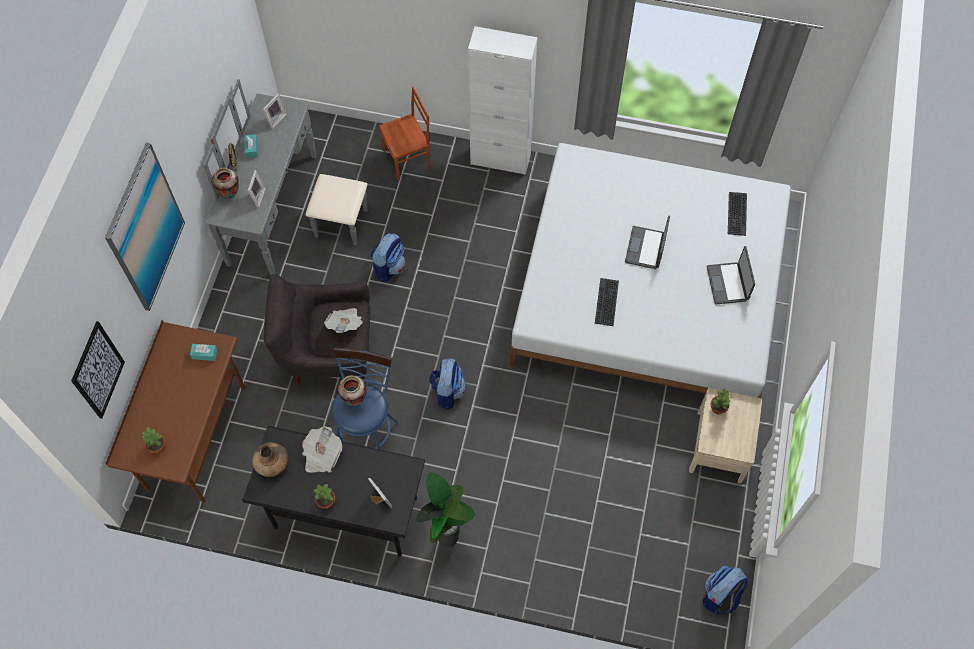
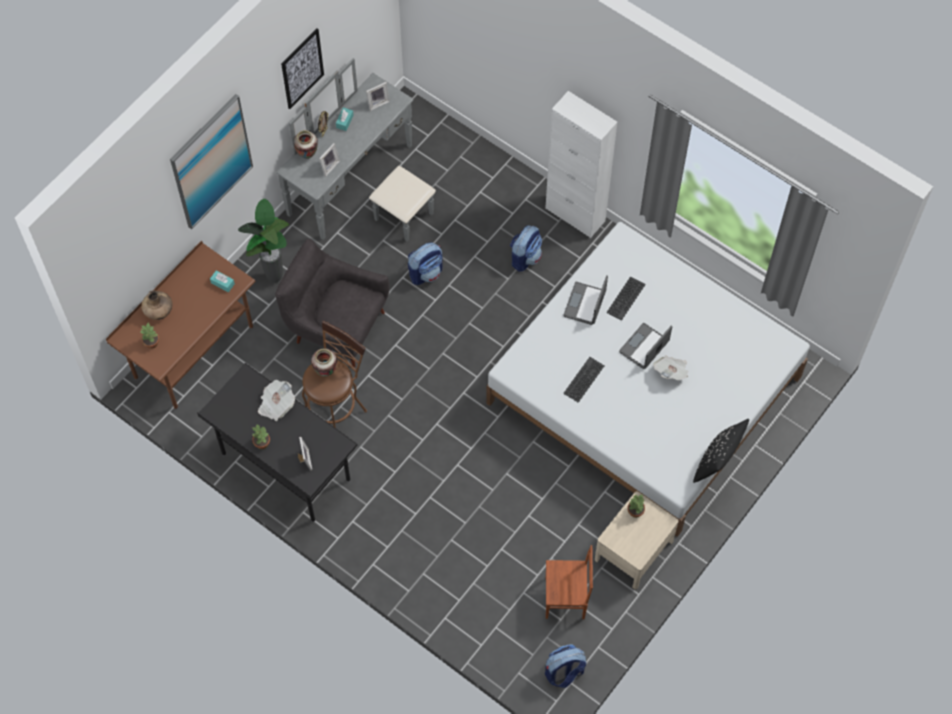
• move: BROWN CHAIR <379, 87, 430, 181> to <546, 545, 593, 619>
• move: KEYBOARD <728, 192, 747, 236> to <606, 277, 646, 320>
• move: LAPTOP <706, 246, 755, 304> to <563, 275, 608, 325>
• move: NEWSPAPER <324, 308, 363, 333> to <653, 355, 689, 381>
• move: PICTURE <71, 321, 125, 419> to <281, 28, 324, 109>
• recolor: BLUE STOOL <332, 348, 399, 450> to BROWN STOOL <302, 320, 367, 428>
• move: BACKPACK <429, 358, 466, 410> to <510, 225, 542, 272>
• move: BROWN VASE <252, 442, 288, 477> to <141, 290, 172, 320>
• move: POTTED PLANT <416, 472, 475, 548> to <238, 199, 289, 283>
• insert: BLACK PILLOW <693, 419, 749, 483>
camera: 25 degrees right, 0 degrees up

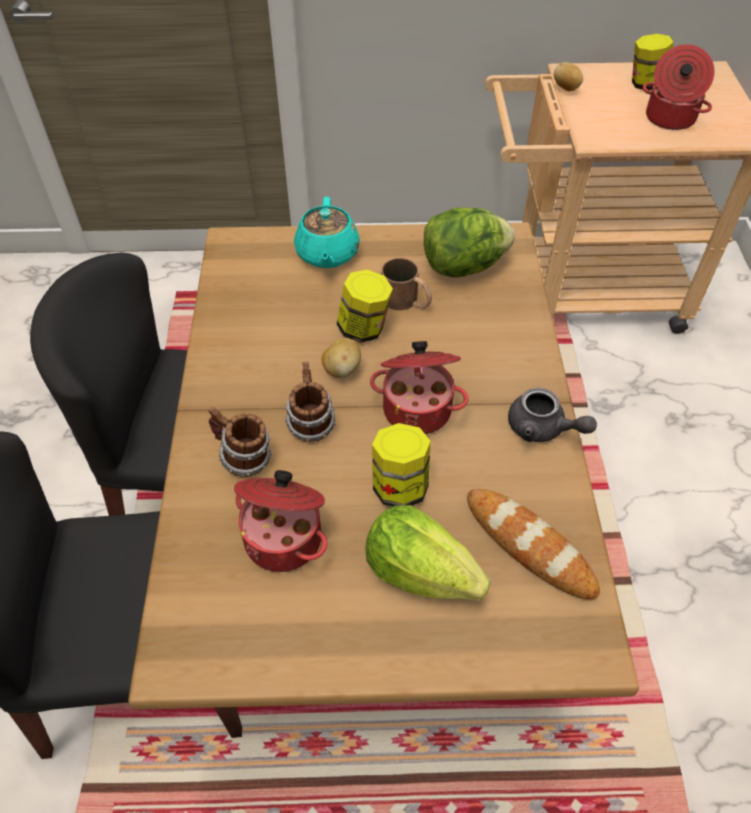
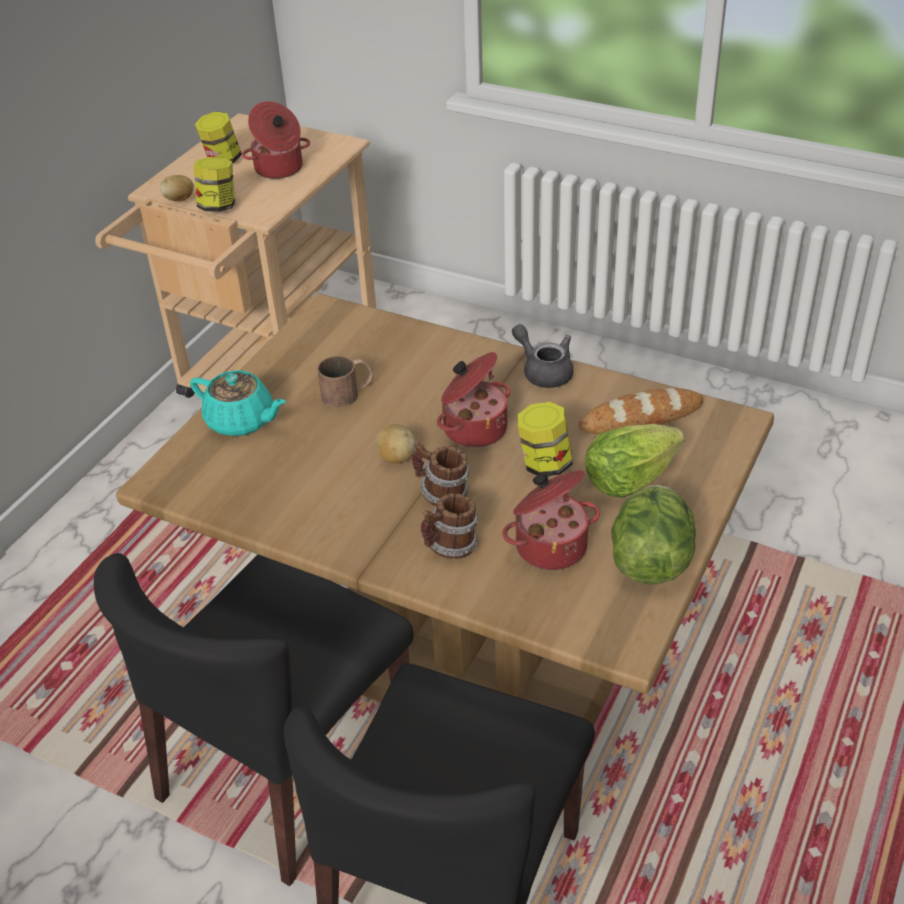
• move: LETTUCE <424, 207, 515, 277> to <611, 485, 696, 584>
• move: JAR <336, 270, 393, 343> to <193, 157, 235, 212>
• rotate: GREY TEAPOT <508, 388, 597, 442> = <512, 324, 574, 388> 105 degrees counterclockwise
camera: 60 degrees left, 10 degrees down

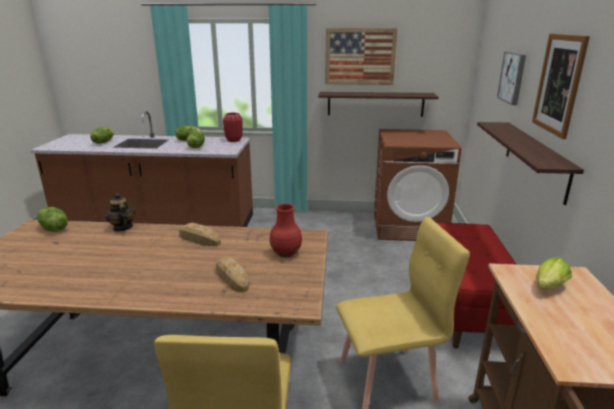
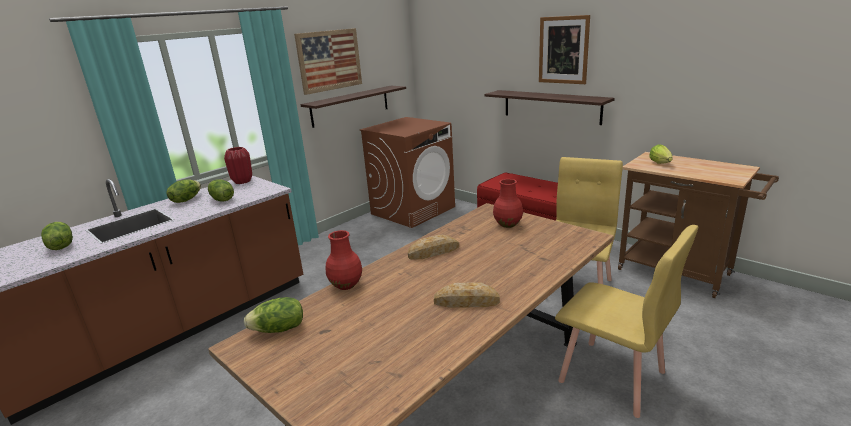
• delete: PICTURE <497, 52, 526, 105>
• replace: TEAPOT <106, 193, 135, 232> to RED VASE <326, 230, 362, 290>
• move: BREAD <216, 257, 249, 293> to <434, 282, 500, 308>
camera: 50 degrees left, 0 degrees up

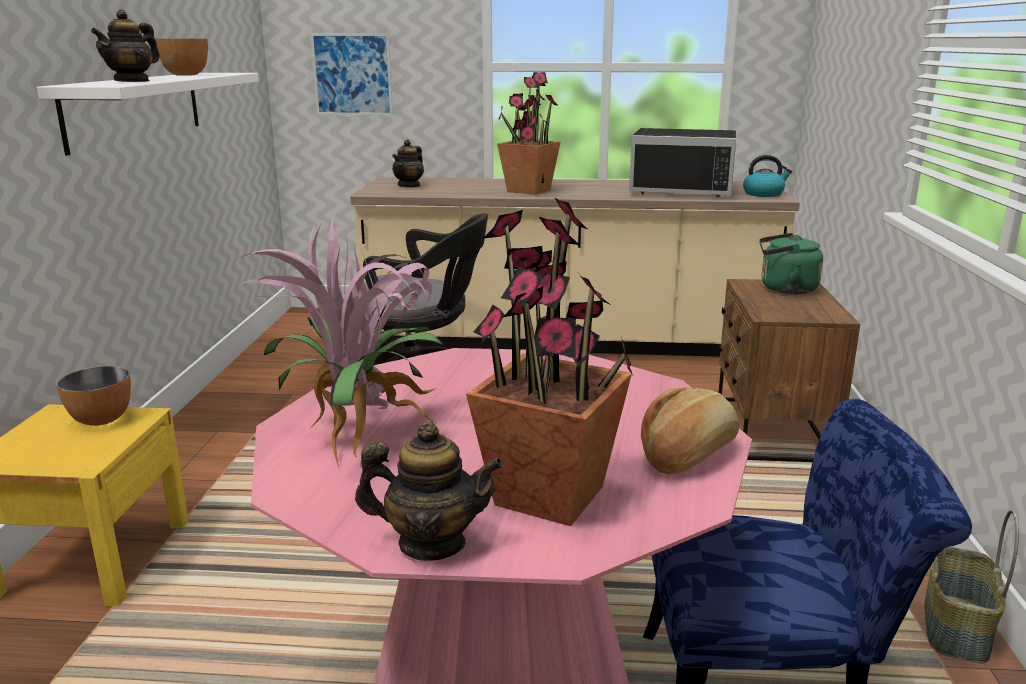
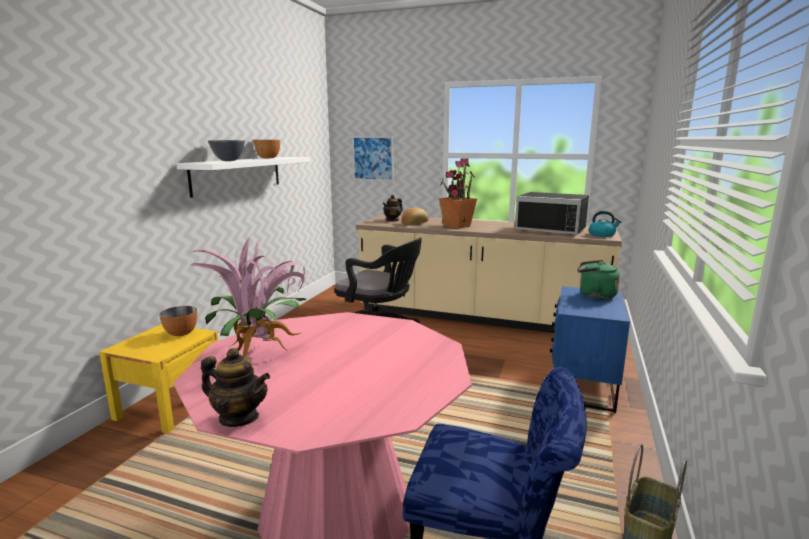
• replace: TEAPOT <91, 9, 160, 82> to GREY BOWL <208, 140, 245, 161>
• delete: POTTED PLANT <466, 197, 633, 526>
• recolor: BROWN NIGHTSTAND <718, 279, 860, 462> to BLUE NIGHTSTAND <550, 286, 630, 413>
• move: BREAD <641, 387, 739, 474> to <402, 208, 429, 225>
camera: 15 degrees right, 5 degrees down

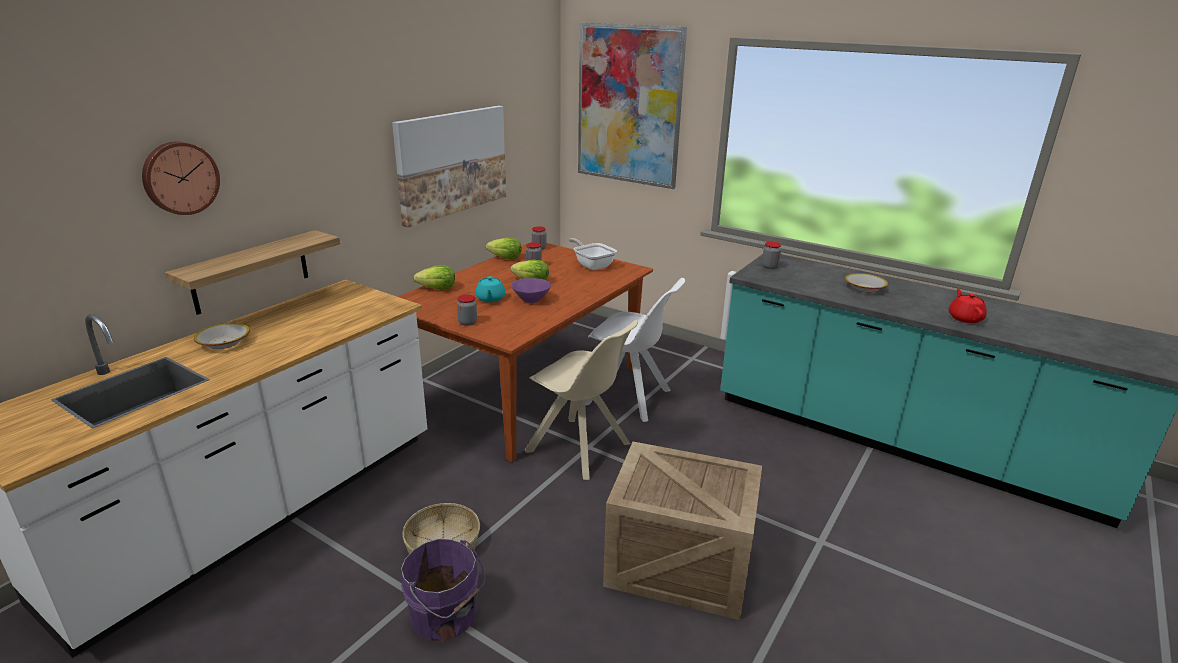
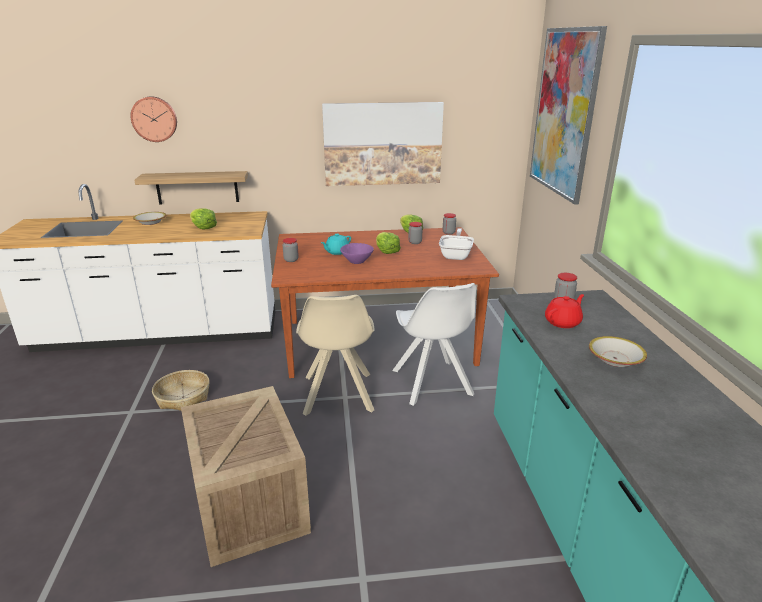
• move: LETTUCE <414, 265, 455, 290> to <190, 208, 217, 230>
• move: RED TEAPOT <949, 289, 987, 323> to <545, 294, 584, 328>
• delete: PURPLE BUCKET <401, 539, 485, 641>
camera: 50 degrees right, 0 degrees up

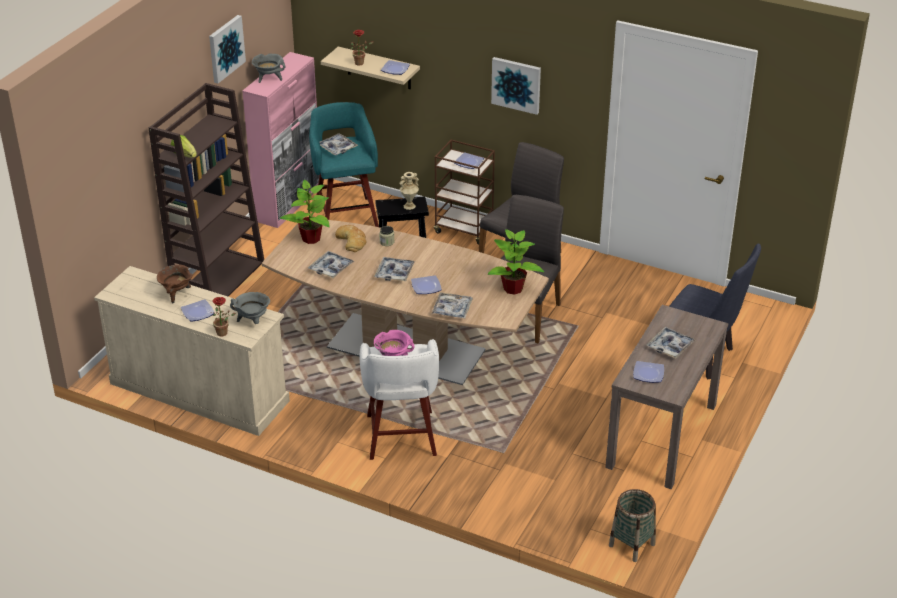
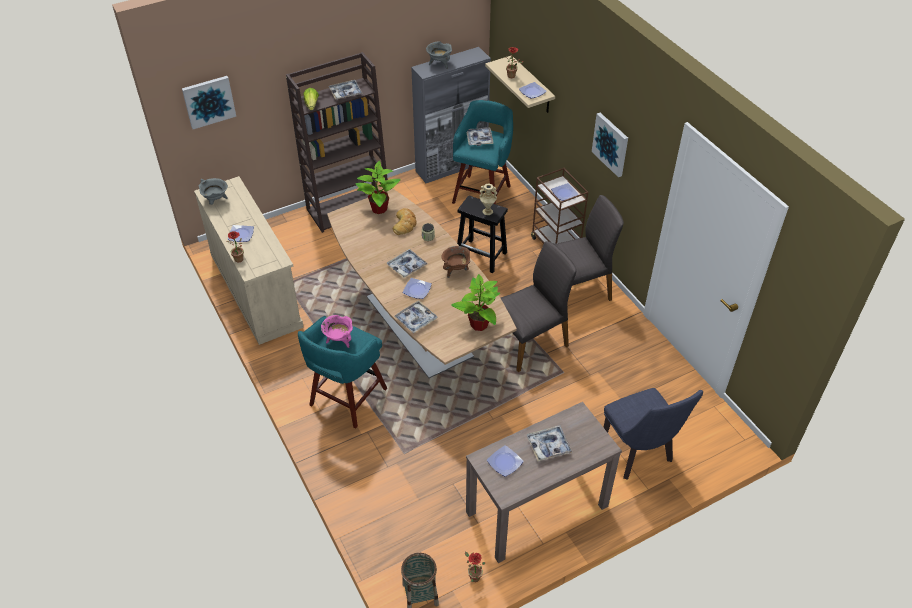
• move: PICTURE <209, 15, 246, 83> to <182, 76, 236, 129>
• recolor: PINK CABINET <242, 52, 320, 228> to GREY CABINET <411, 47, 491, 183>
• move: TRAY <308, 251, 355, 278> to <329, 80, 363, 100>
• move: BROWN COOKING POT <157, 265, 193, 303> to <441, 246, 470, 278>
• move: GREY COOKING POT <230, 292, 270, 324> to <199, 178, 228, 205>
• recolor: WHITE STOOL <360, 339, 439, 460> to TURQUOISE STOOL <298, 316, 387, 428>
• insert: POTTED PLANT <465, 552, 485, 582>
camera: 35 degrees right, 10 degrees up

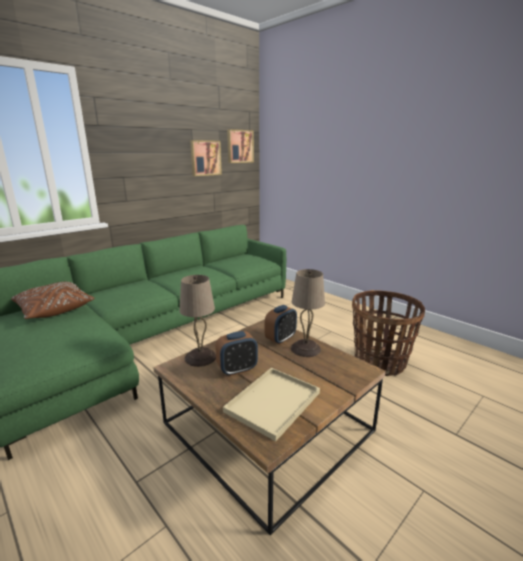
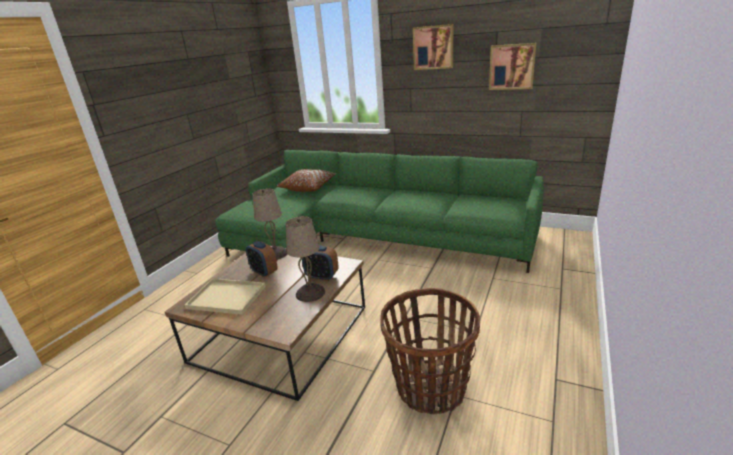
• move: PICTURE <227, 129, 254, 163> to <413, 24, 453, 70>
camera: 70 degrees right, 5 degrees up

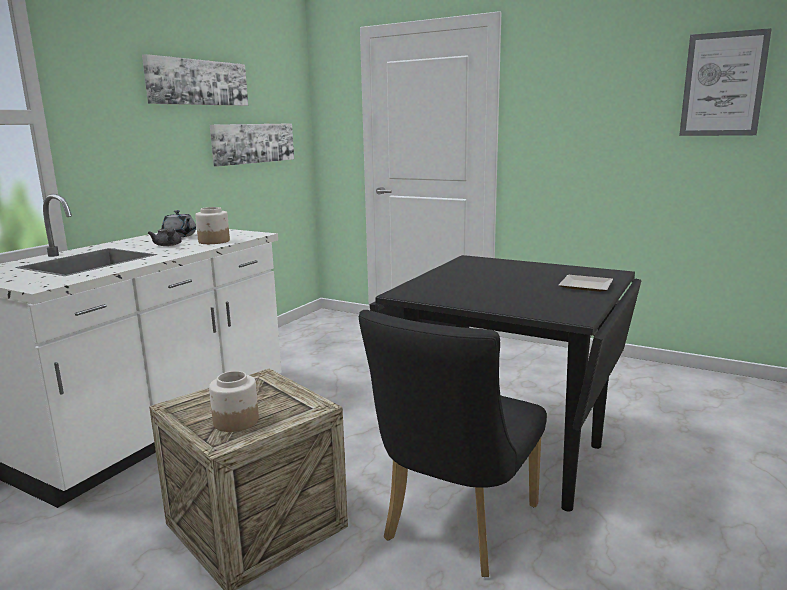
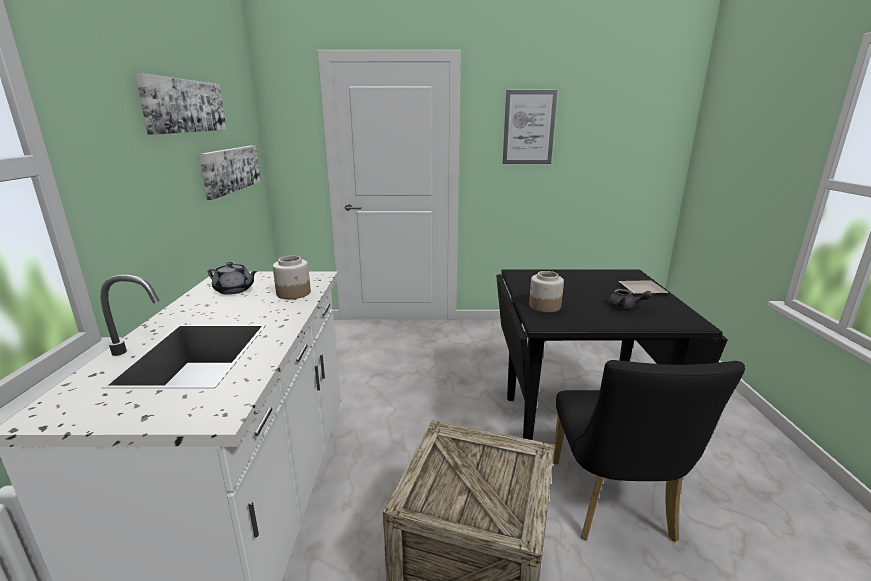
• move: PICTURE <679, 28, 772, 136> to <503, 90, 557, 164>
• move: GREY TEAPOT <148, 228, 182, 246> to <608, 289, 652, 309>
• move: JAR <209, 371, 259, 432> to <529, 271, 564, 312>
camera: 30 degrees left, 5 degrees up

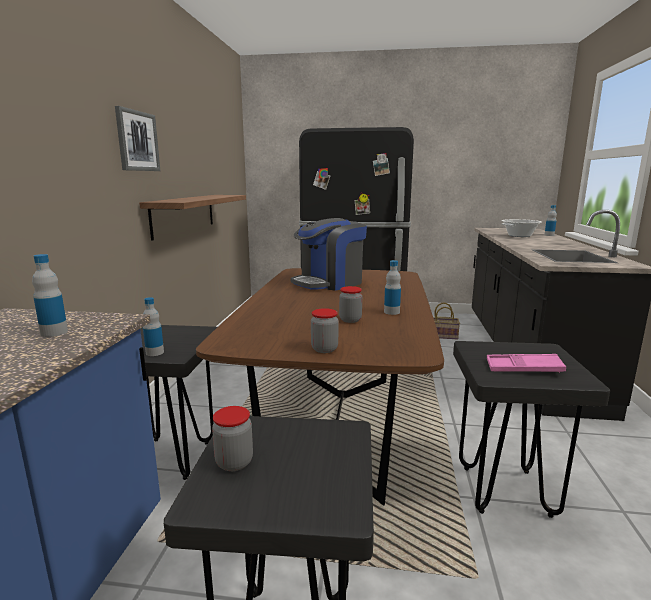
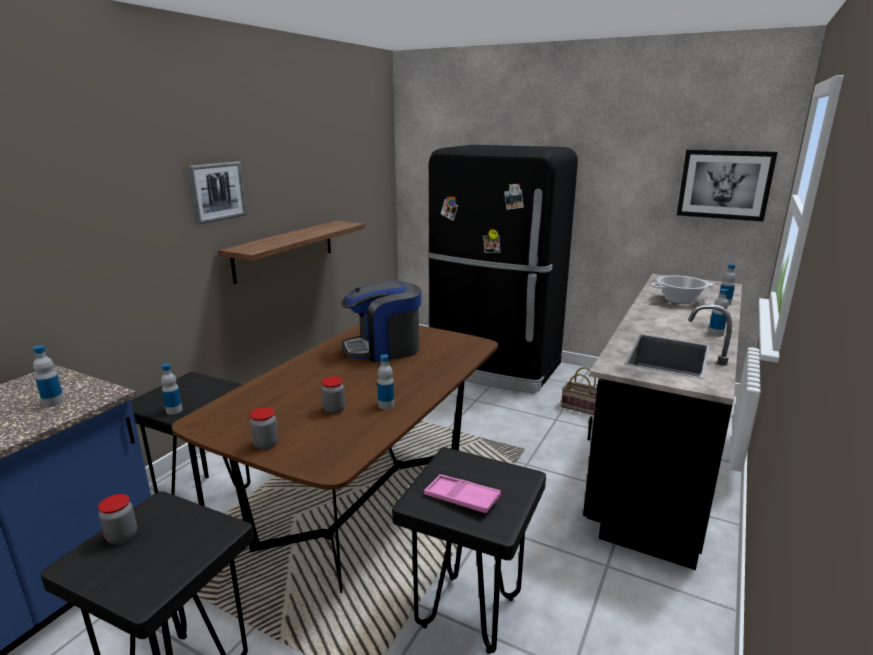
• insert: PICTURE <677, 150, 777, 222>
• insert: BOTTLE <708, 289, 729, 336>
camera: 20 degrees right, 5 degrees up

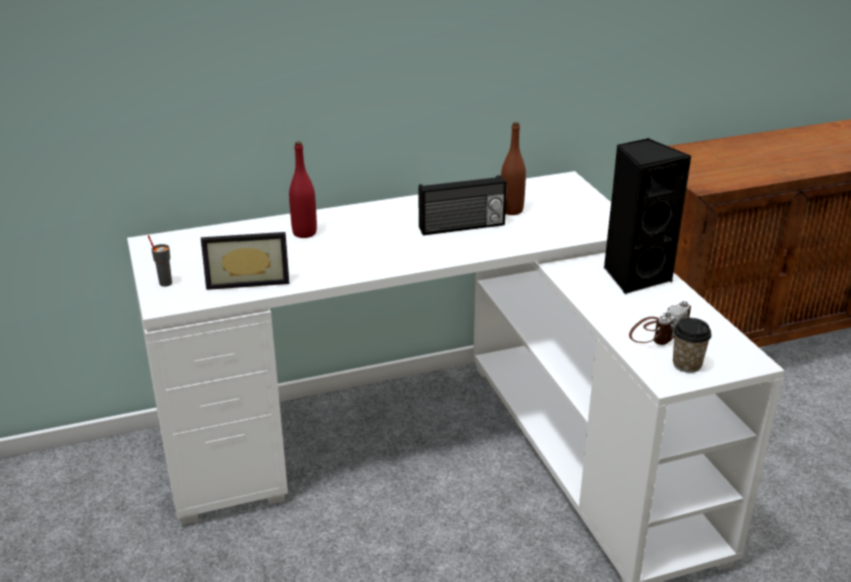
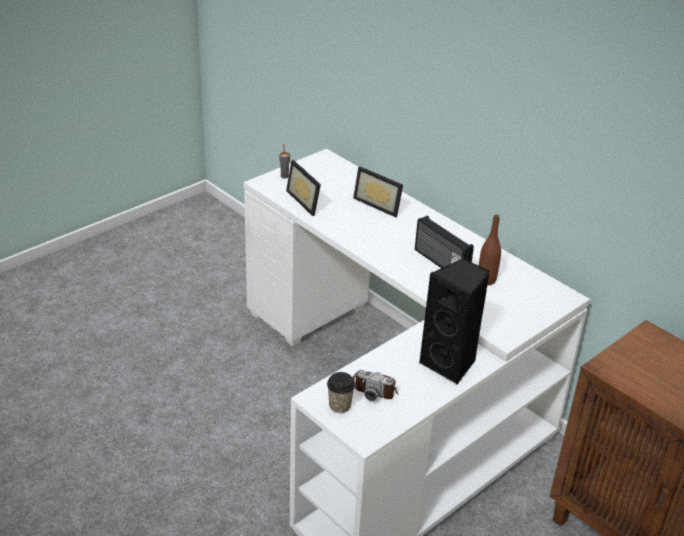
• replace: RED BOTTLE <289, 141, 317, 238> to PICTURE FRAME <353, 166, 403, 217>
camera: 65 degrees right, 5 degrees up

